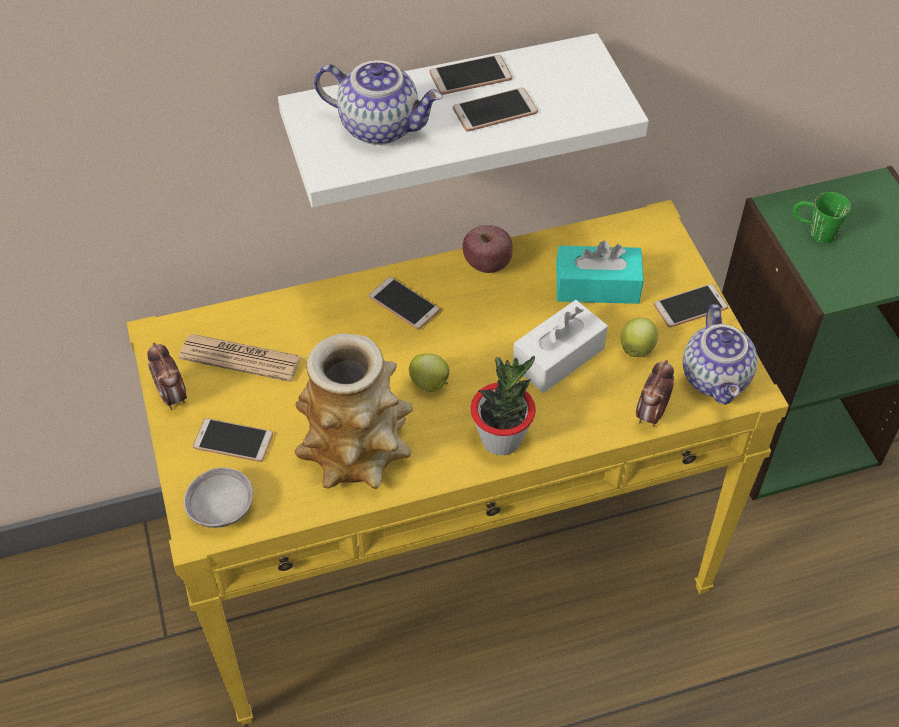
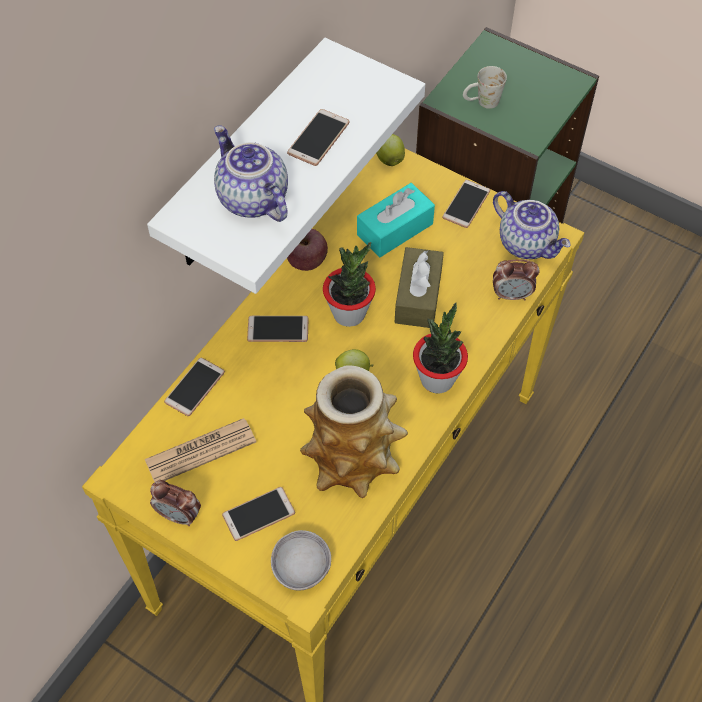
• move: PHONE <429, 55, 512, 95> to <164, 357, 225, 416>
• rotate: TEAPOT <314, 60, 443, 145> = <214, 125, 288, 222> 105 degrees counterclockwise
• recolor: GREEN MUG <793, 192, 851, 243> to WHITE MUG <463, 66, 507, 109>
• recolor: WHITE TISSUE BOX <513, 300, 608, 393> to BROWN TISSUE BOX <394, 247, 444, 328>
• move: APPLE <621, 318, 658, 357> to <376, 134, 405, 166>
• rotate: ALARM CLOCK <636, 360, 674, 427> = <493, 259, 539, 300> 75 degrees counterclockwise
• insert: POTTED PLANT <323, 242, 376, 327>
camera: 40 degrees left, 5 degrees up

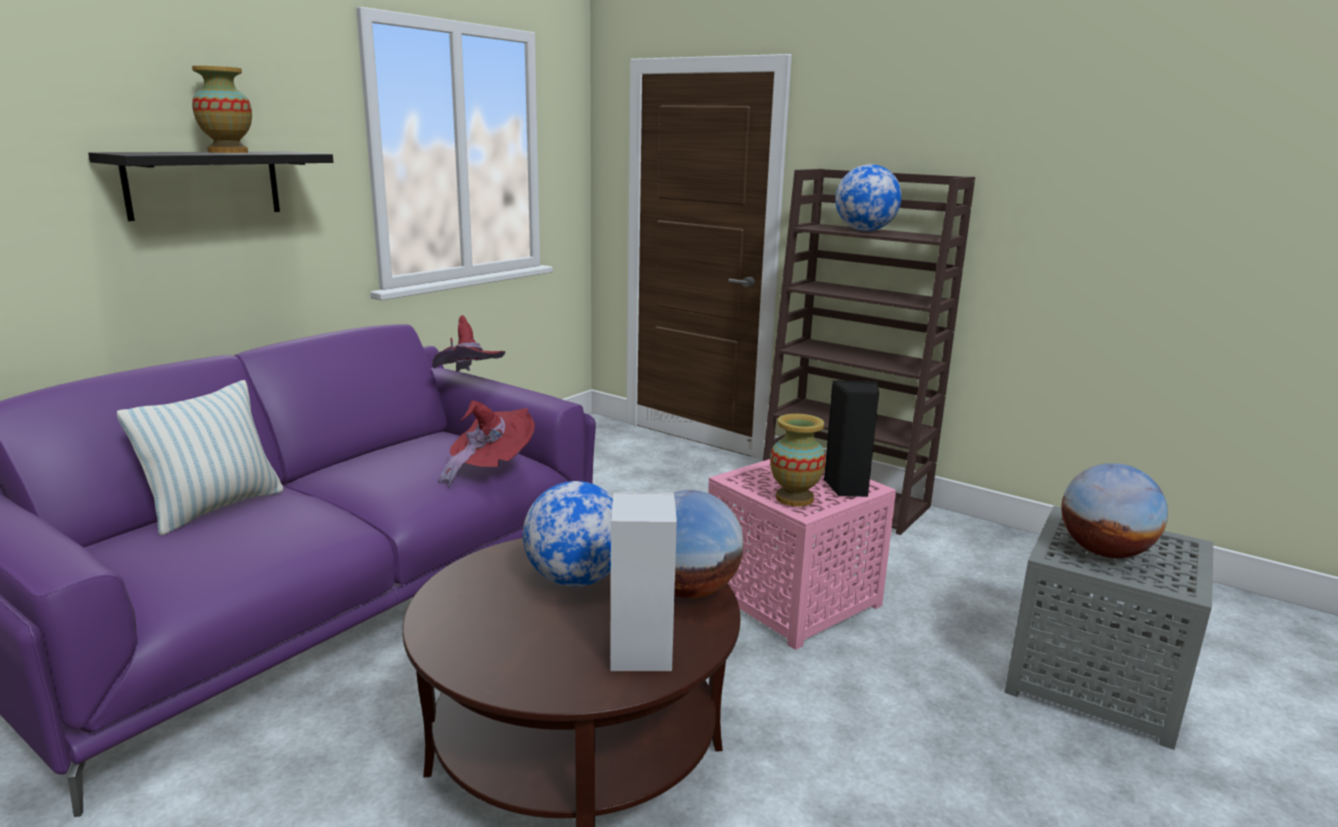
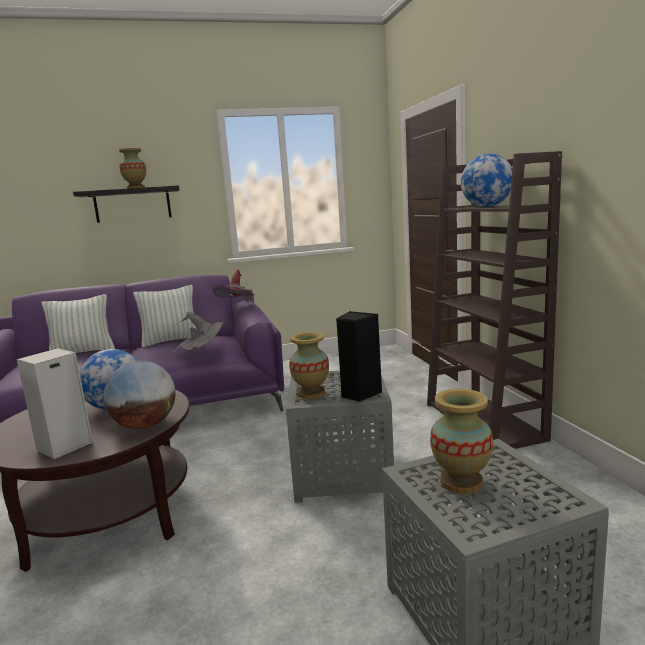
• recolor: RED HAT <438, 400, 535, 487> to GREY HAT <171, 312, 225, 358>
• recolor: PINK SIDE TABLE <708, 459, 896, 650> to GREY SIDE TABLE <286, 370, 394, 503>
• replace: GLOBE <1061, 463, 1168, 558> to VASE <430, 389, 493, 494>
• insert: PILLOW <133, 285, 197, 348>
camera: 40 degrees right, 5 degrees down

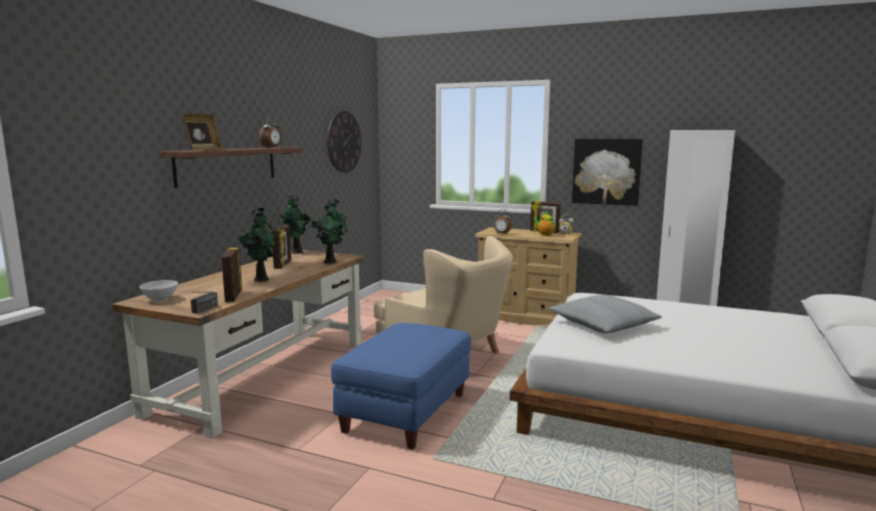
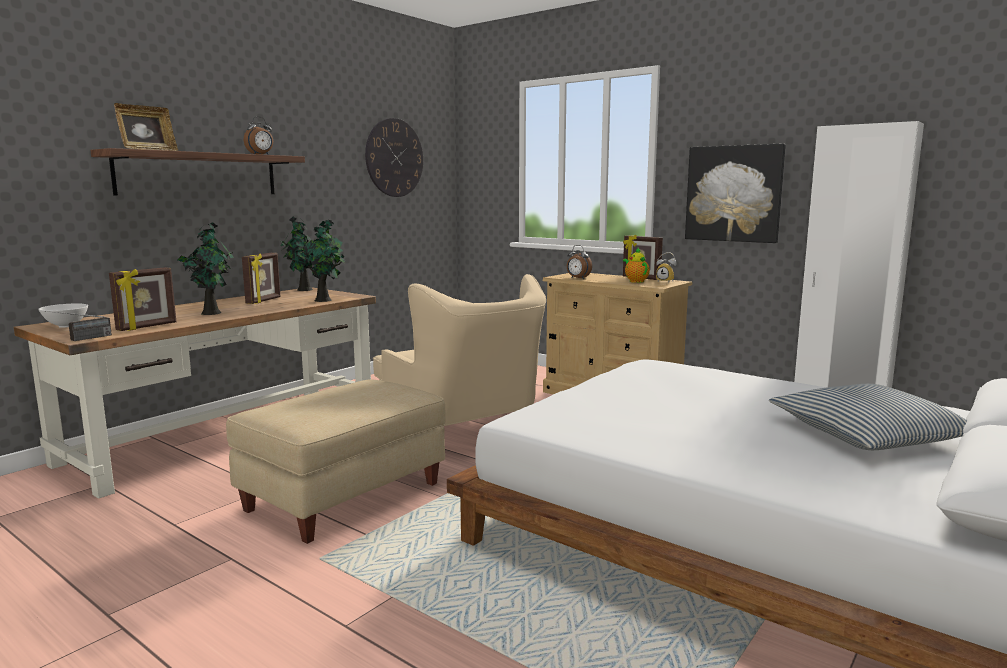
• rotate: PICTURE FRAME <221, 247, 242, 302> = <109, 267, 176, 331> 150 degrees counterclockwise
• move: PILLOW <548, 295, 662, 333> to <769, 384, 967, 450>
• recolor: BLUE OTTOMAN <331, 323, 471, 450> to BEIGE OTTOMAN <226, 379, 446, 544>
camera: 15 degrees right, 0 degrees up

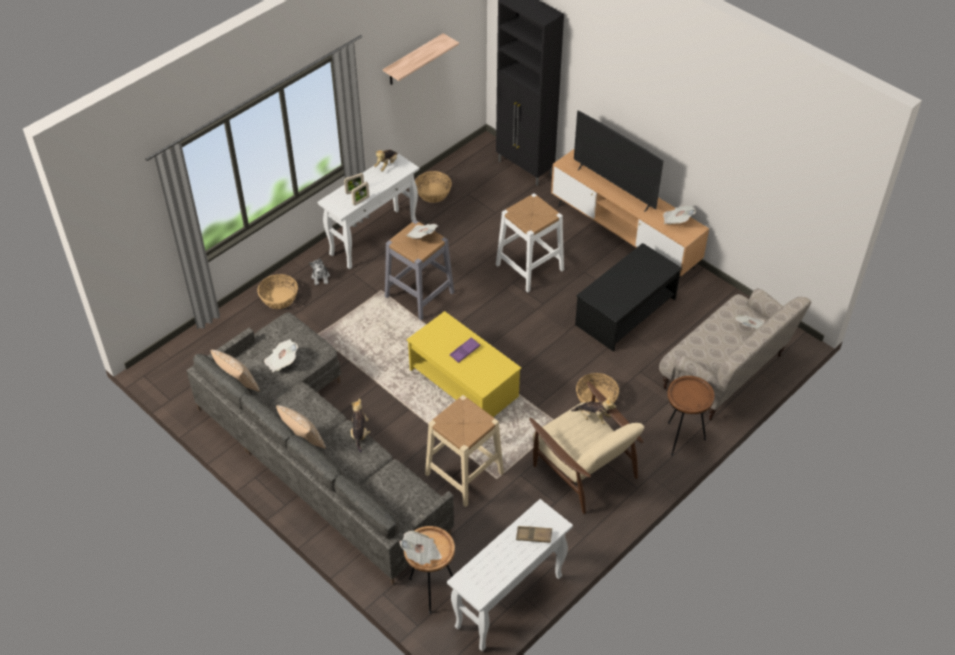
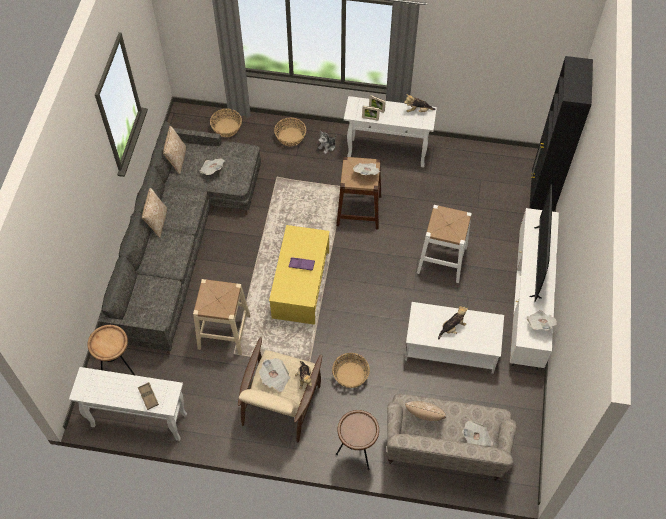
• delete: SHELF <383, 33, 459, 85>
• recolor: BROWN TV STAND <551, 149, 709, 276> to WHITE TV STAND <510, 208, 559, 370>
• move: BASKET <415, 171, 452, 203> to <210, 109, 242, 137>
• recolor: GREY STOOL <385, 220, 455, 321> to BROWN STOOL <336, 157, 381, 229>
• recolor: BLACK COFFEE TABLE <575, 243, 682, 351> to WHITE COFFEE TABLE <405, 302, 504, 374>
• move: PLUSH TOY <351, 398, 371, 453> to <438, 305, 468, 339>
• move: NEWSPAPER <400, 530, 442, 565> to <259, 358, 291, 392>
• insert: PILLOW <405, 401, 446, 421>
camera: 55 degrees right, 10 degrees up

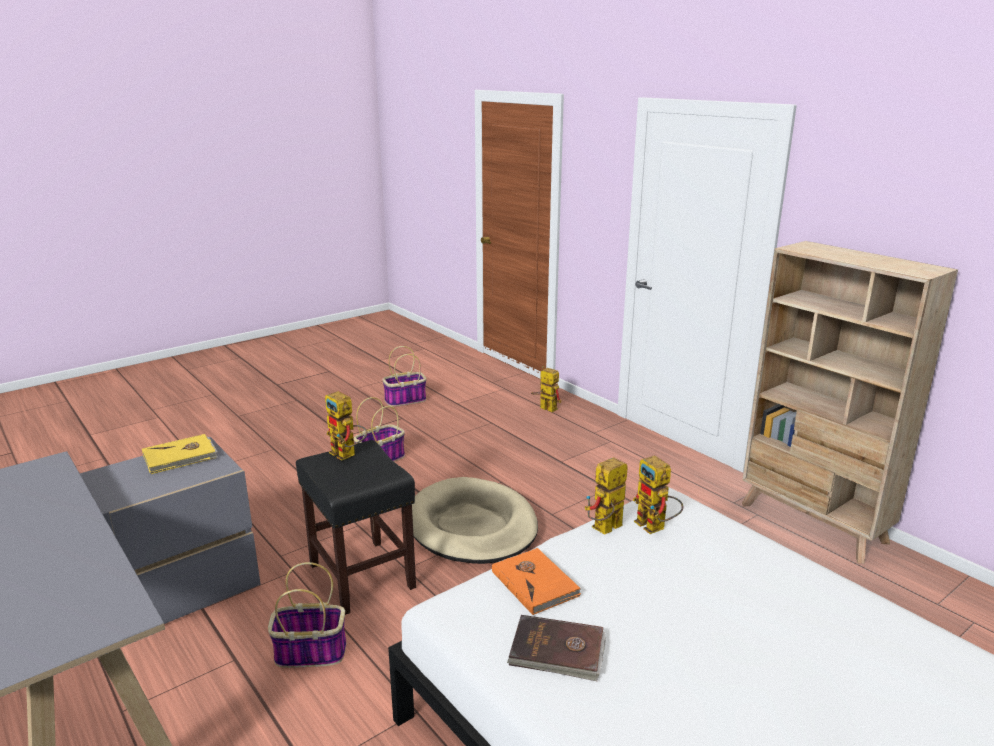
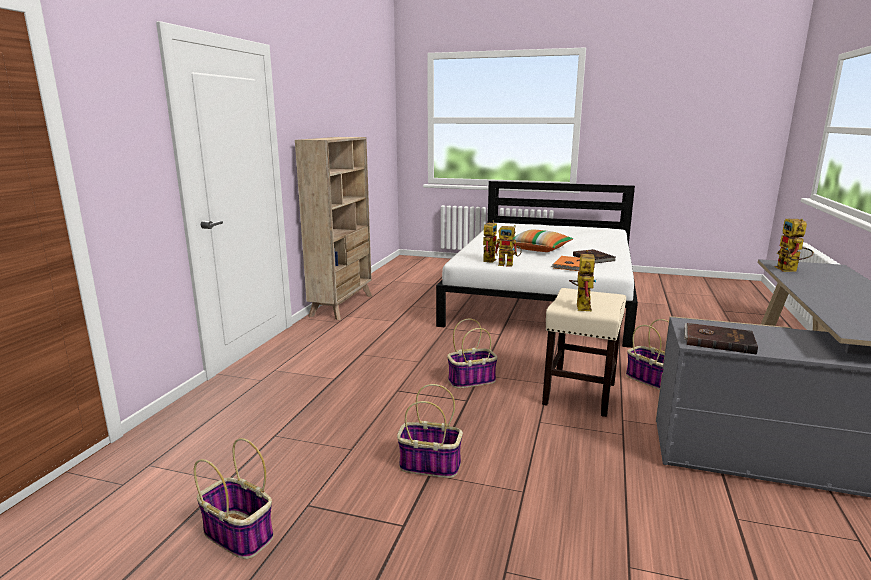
• move: TOY ROBOT <531, 366, 561, 412> to <775, 219, 814, 272>
• recolor: YELLOW BOOK <142, 434, 218, 474> to BROWN BOOK <684, 323, 758, 355>
• recolor: BLACK STOOL <296, 440, 416, 615> to BEIGE STOOL <542, 288, 626, 417>
• replace: BEIGE DOG BED <412, 477, 538, 564> to BASKET <447, 319, 498, 388>
• insert: PILLOW <513, 229, 573, 252>
camera: 125 degrees left, 5 degrees down

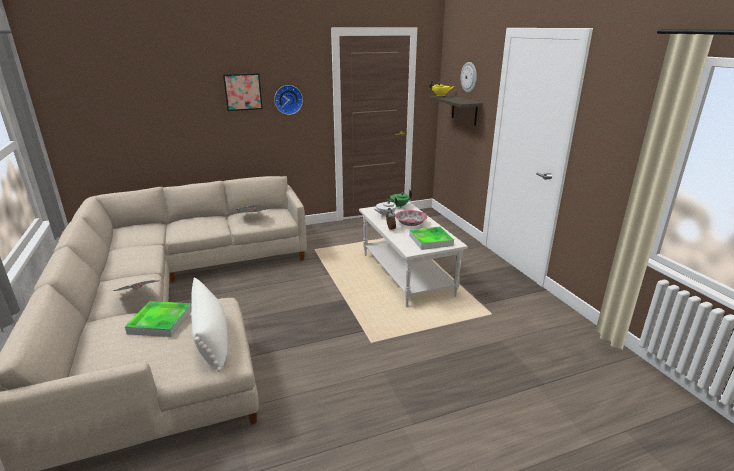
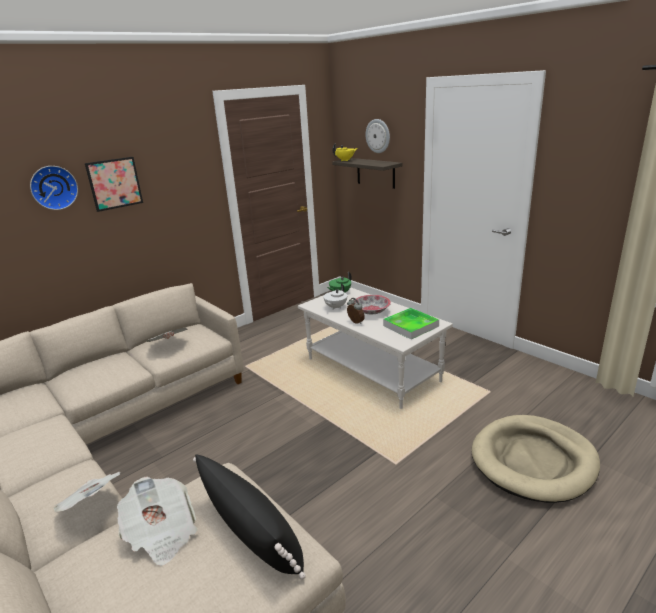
• move: WALL CLOCK <274, 85, 303, 115> to <30, 166, 78, 210>
• recolor: WHITE PILLOW <191, 278, 228, 372> to BLACK PILLOW <193, 454, 306, 580>
• replace: TRAY <125, 301, 191, 337> to NEWSPAPER <117, 477, 198, 566>
• insert: BEIGE DOG BED <471, 415, 600, 503>
camera: 20 degrees left, 0 degrees up

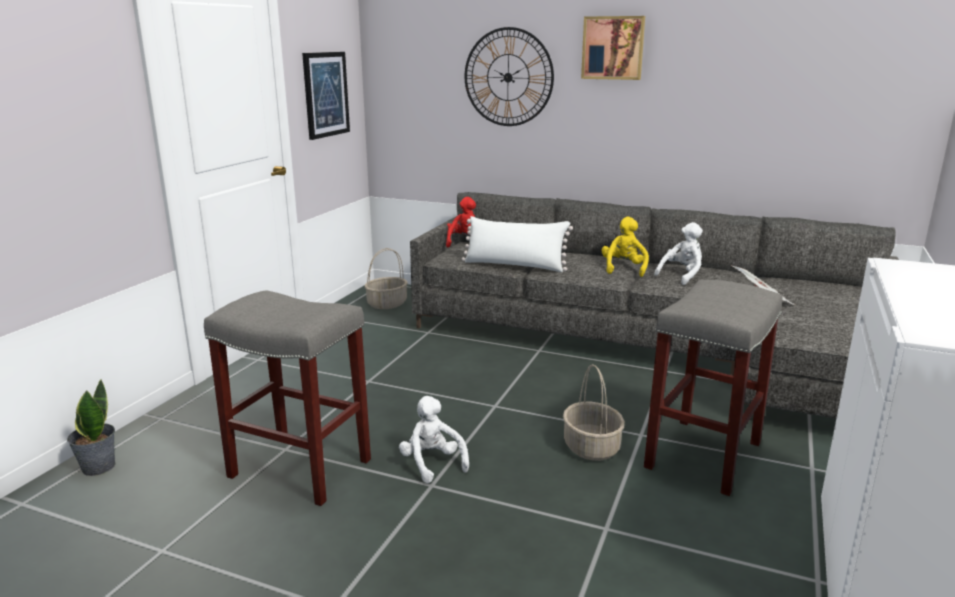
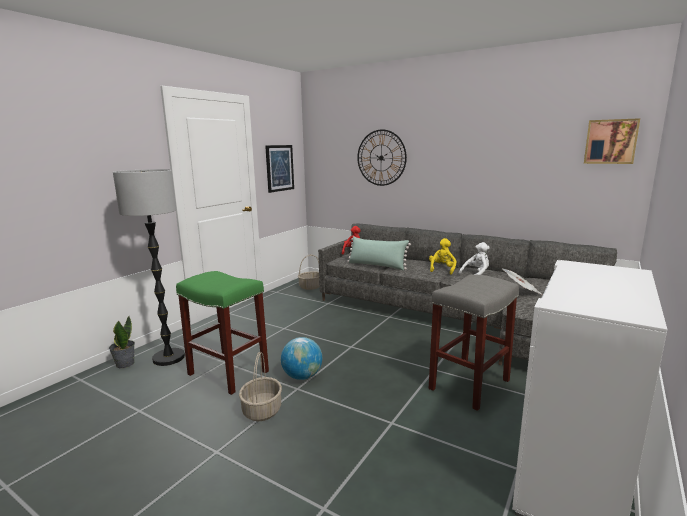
• move: PICTURE <581, 16, 645, 80> to <584, 118, 640, 164>
• recolor: WHITE PILLOW <462, 216, 573, 272> to GREEN PILLOW <347, 236, 411, 270>
• recolor: GREY STOOL <204, 291, 371, 506> to GREEN STOOL <176, 271, 269, 395>
• move: BASKET <563, 364, 625, 461> to <239, 352, 282, 421>
• replace: WHITE PLUSH TOY <399, 396, 469, 483> to GLOBE <281, 337, 322, 380>
• insert: FLOOR LAMP <113, 169, 185, 366>
camera: 10 degrees right, 5 degrees down

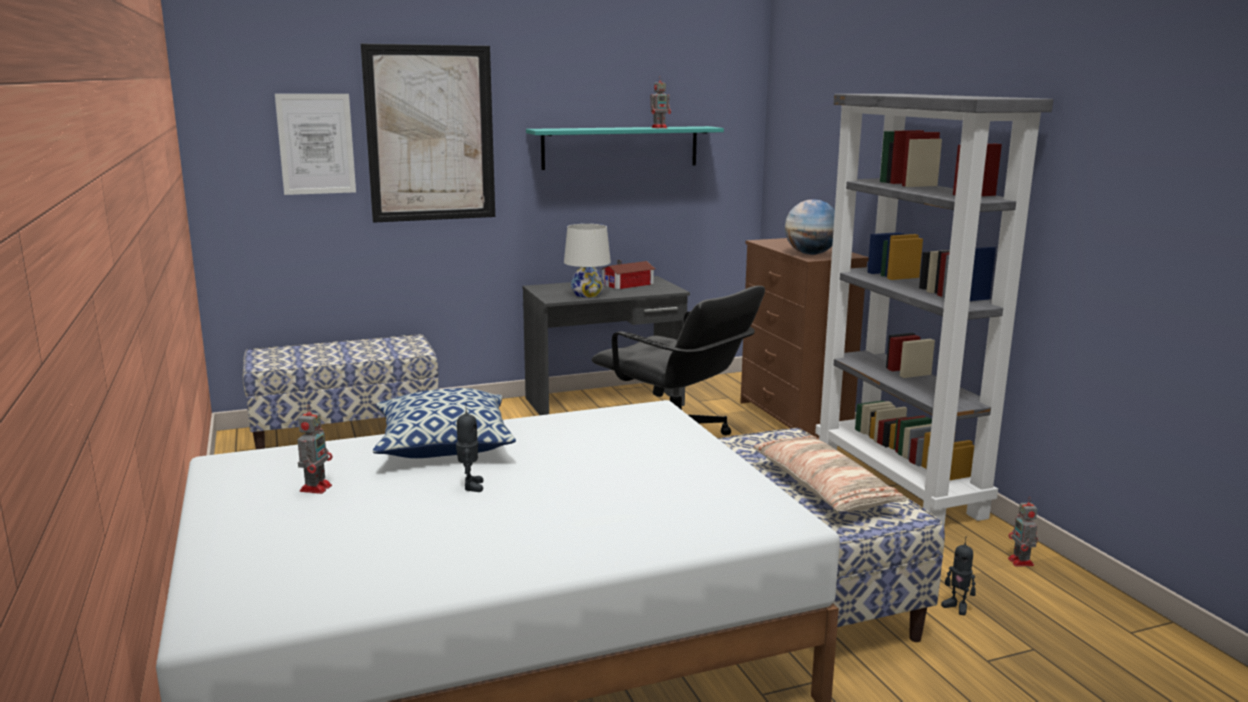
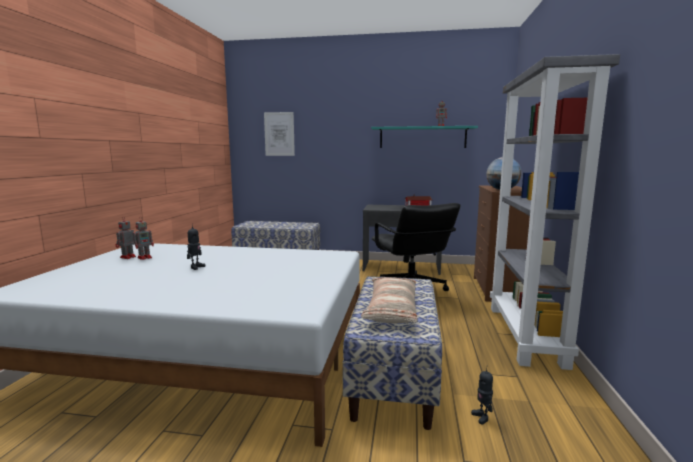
• delete: PICTURE <361, 44, 495, 223>
• delete: WHITE TABLE LAMP <564, 224, 611, 298>
• delete: PILLOW <373, 388, 516, 458>
• move: TOY ROBOT <1008, 497, 1038, 567> to <116, 216, 136, 259>
camera: 30 degrees right, 5 degrees down

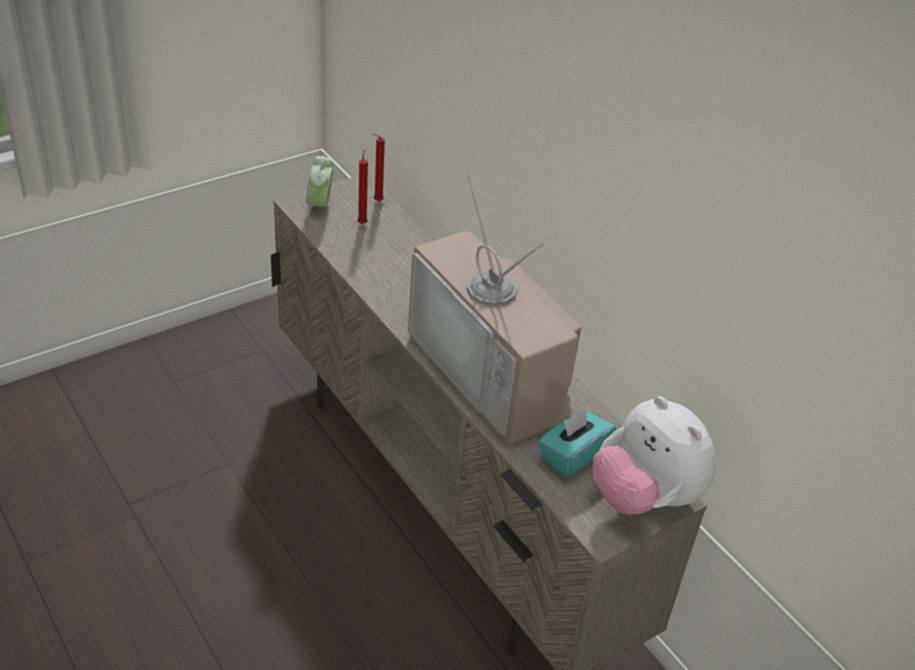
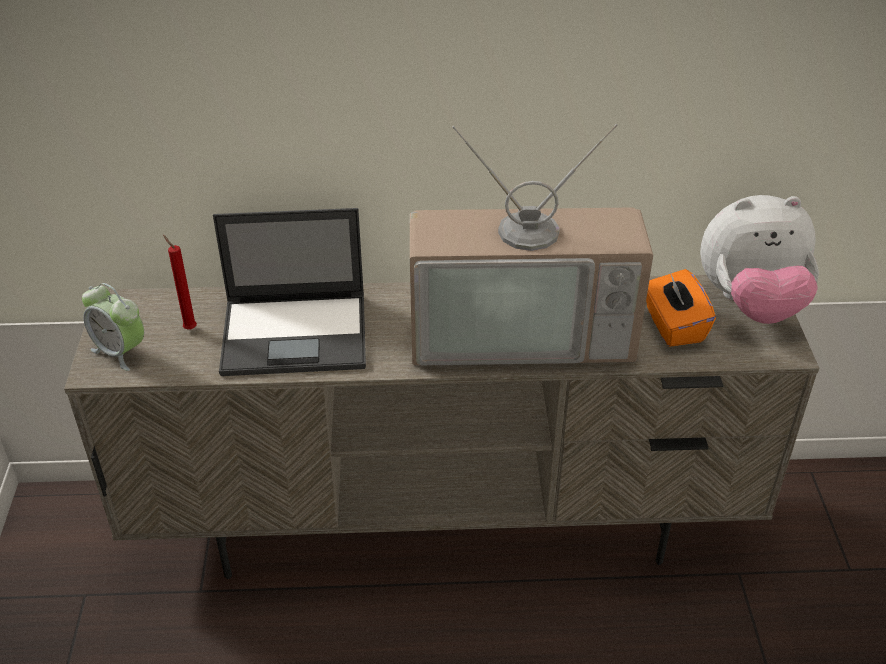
• delete: RED CANDLE <373, 133, 385, 202>
• recolor: TURQUOISE TISSUE BOX <538, 408, 616, 478> to ORANGE TISSUE BOX <646, 269, 716, 347>
• insert: LAPTOP <213, 208, 366, 376>
camera: 55 degrees left, 0 degrees up

